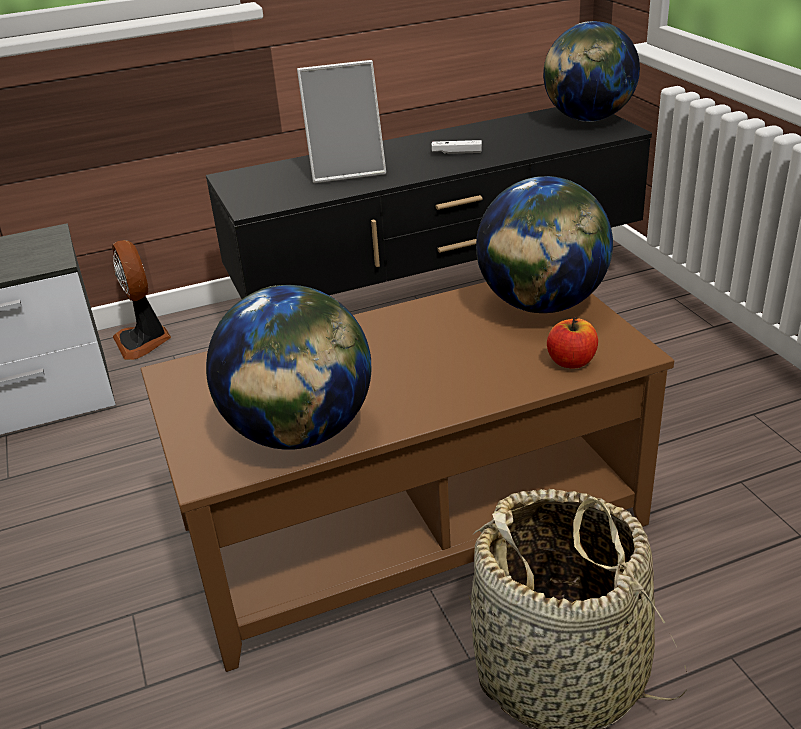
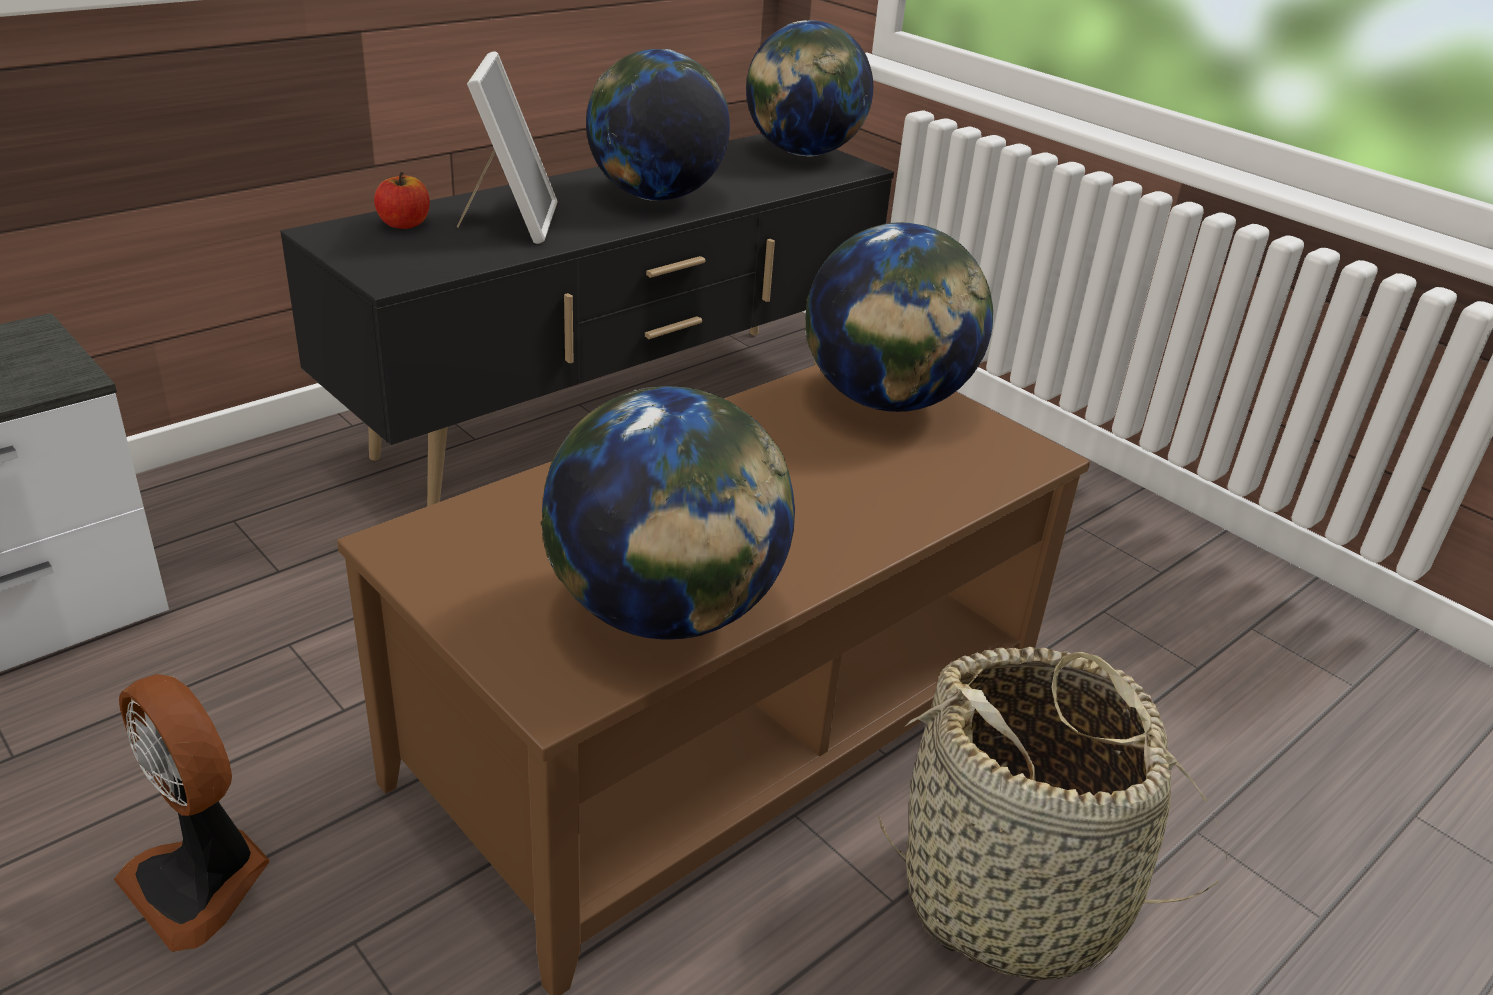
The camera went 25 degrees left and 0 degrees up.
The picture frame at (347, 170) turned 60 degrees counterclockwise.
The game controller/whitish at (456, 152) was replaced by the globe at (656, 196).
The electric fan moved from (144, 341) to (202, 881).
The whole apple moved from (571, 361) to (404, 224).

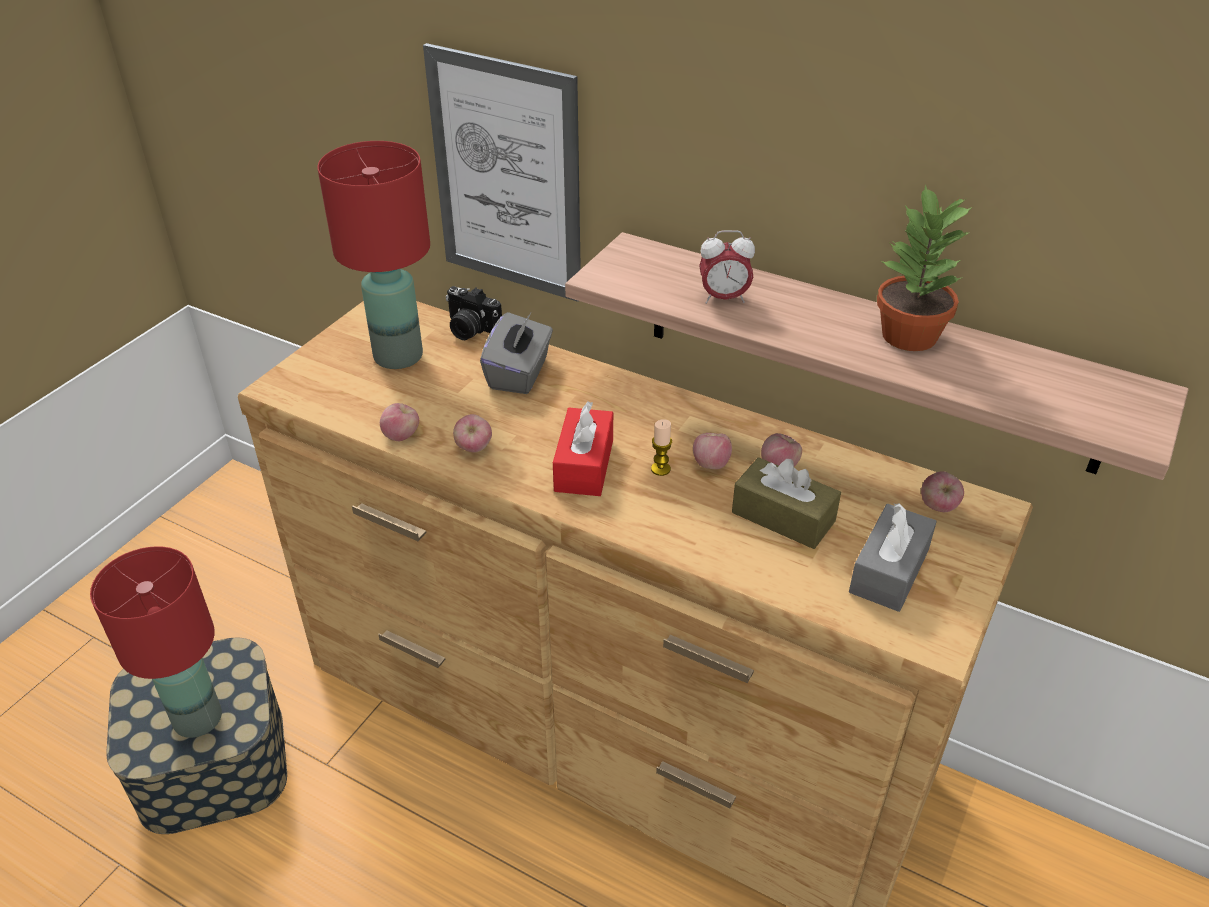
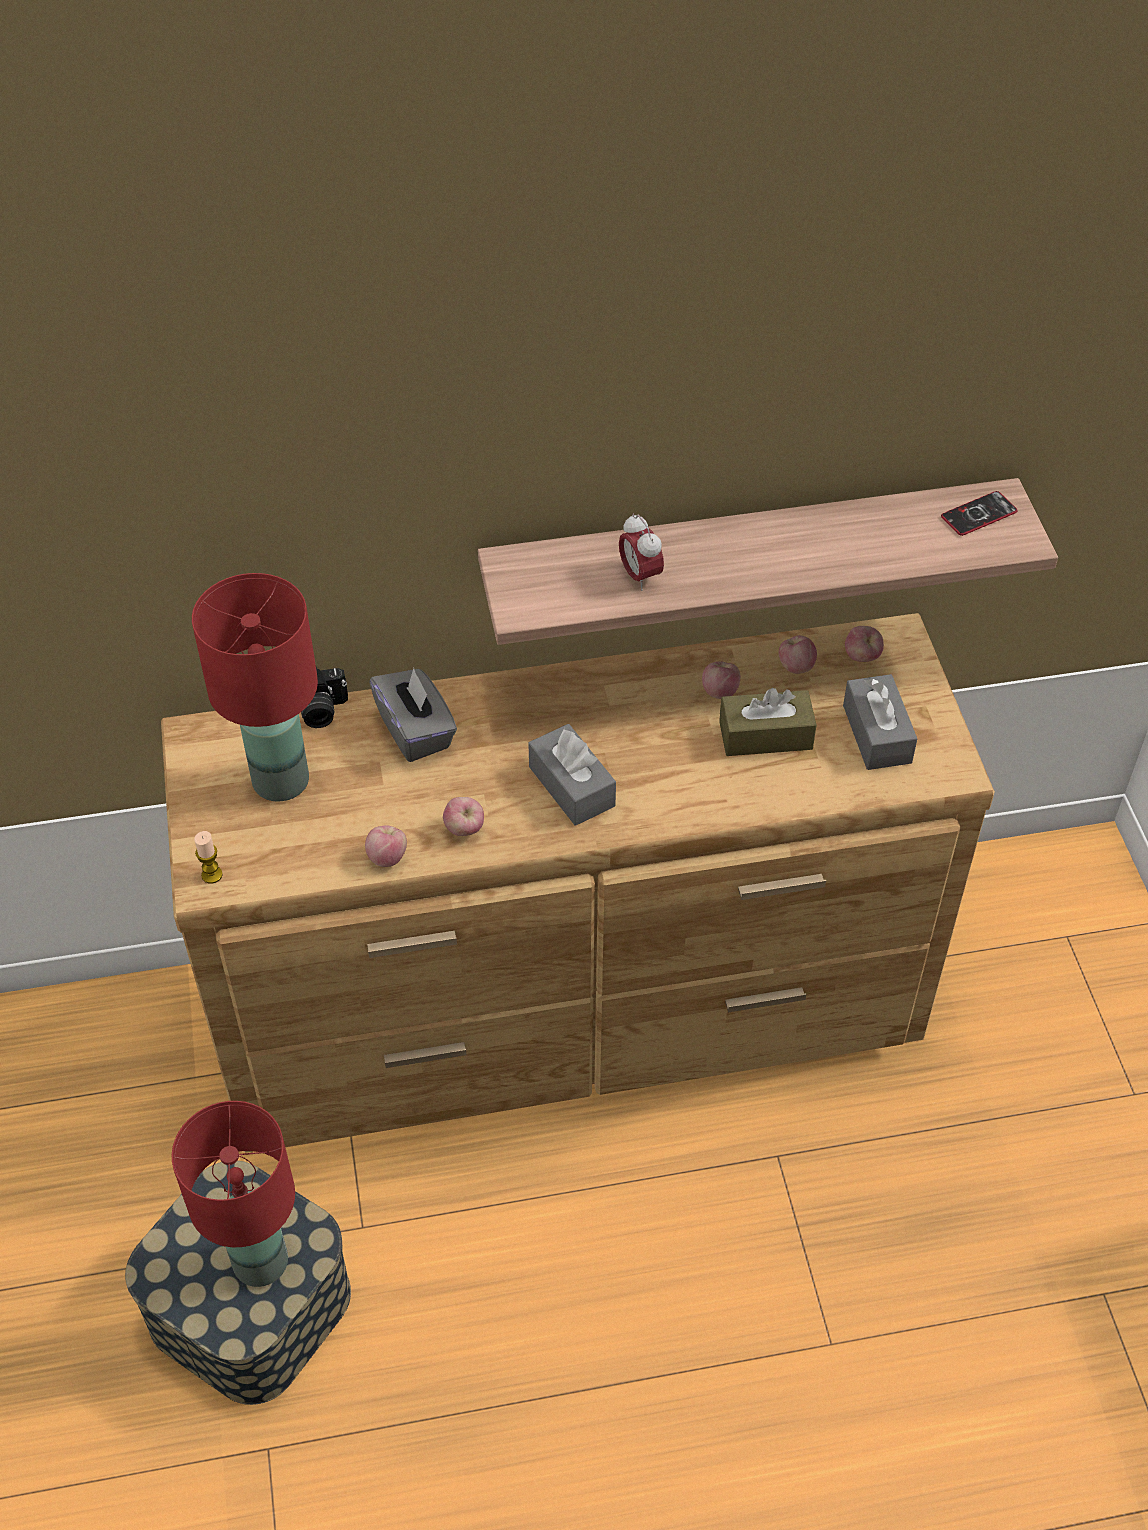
The camera went 40 degrees left and 10 degrees up.
The wall art at (507, 176) disappeared.
The plant in a pot at (909, 336) disappeared.
The table clock at (723, 298) turned 105 degrees clockwise.
The box of tissues/red at (584, 465) became the box of tissues/gray at (571, 786).
The wax light moved from (660, 469) to (212, 875).
The whole apple moved from (711, 464) to (795, 667).
The phone at (978, 514) appeared.

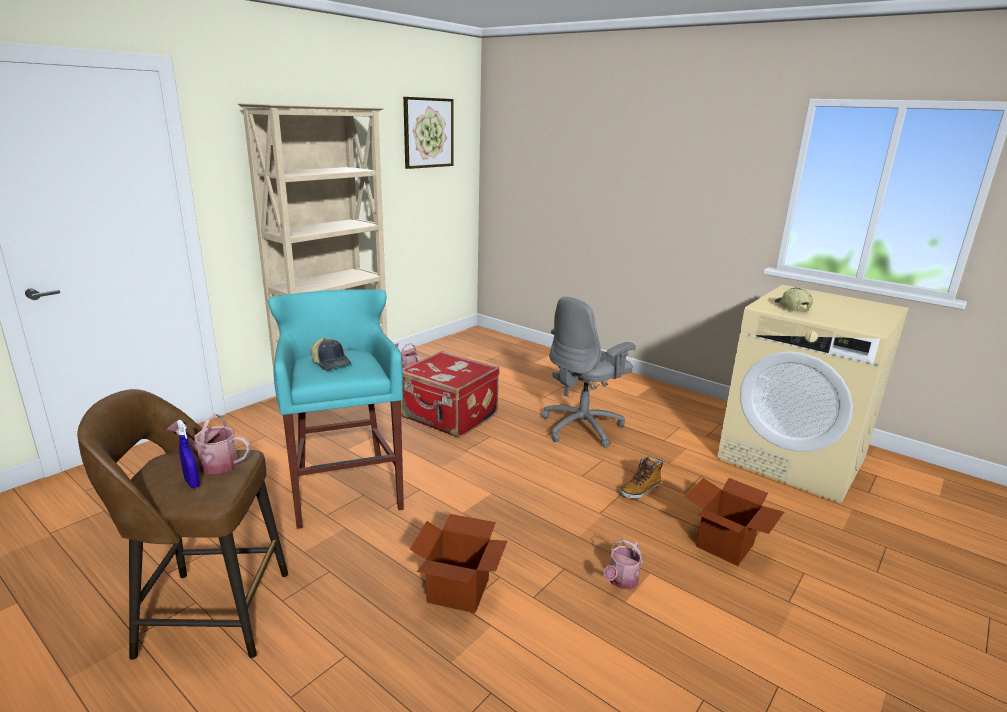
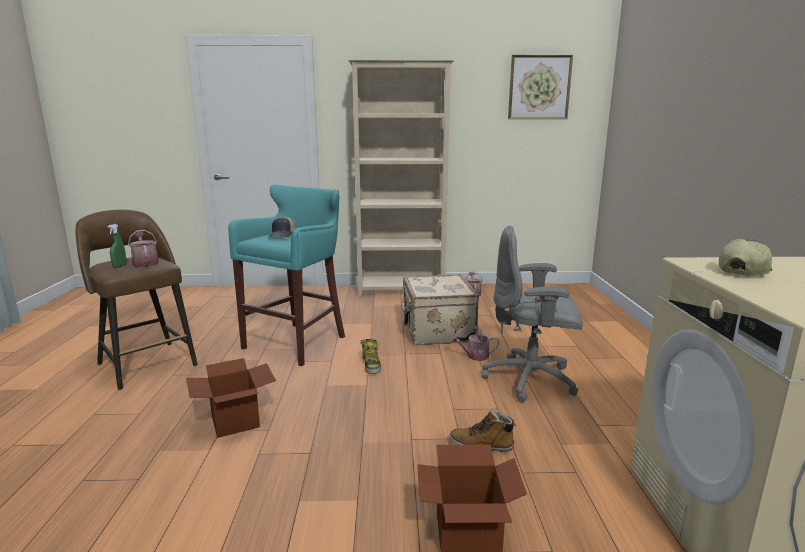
The camera went 50 degrees right and 5 degrees down.
The suitcase/red at (449, 417) became the suitcase/sand-coloured at (436, 331).
The sprayer/blue-coloured at (192, 483) became the sprayer/greenish at (119, 266).
The sprinkling can moved from (621, 581) to (474, 356).
The high-top boot at (371, 365) appeared.

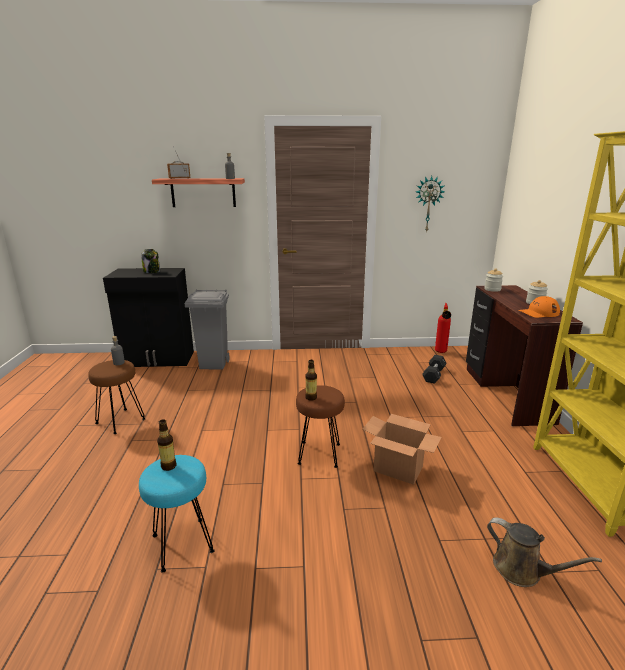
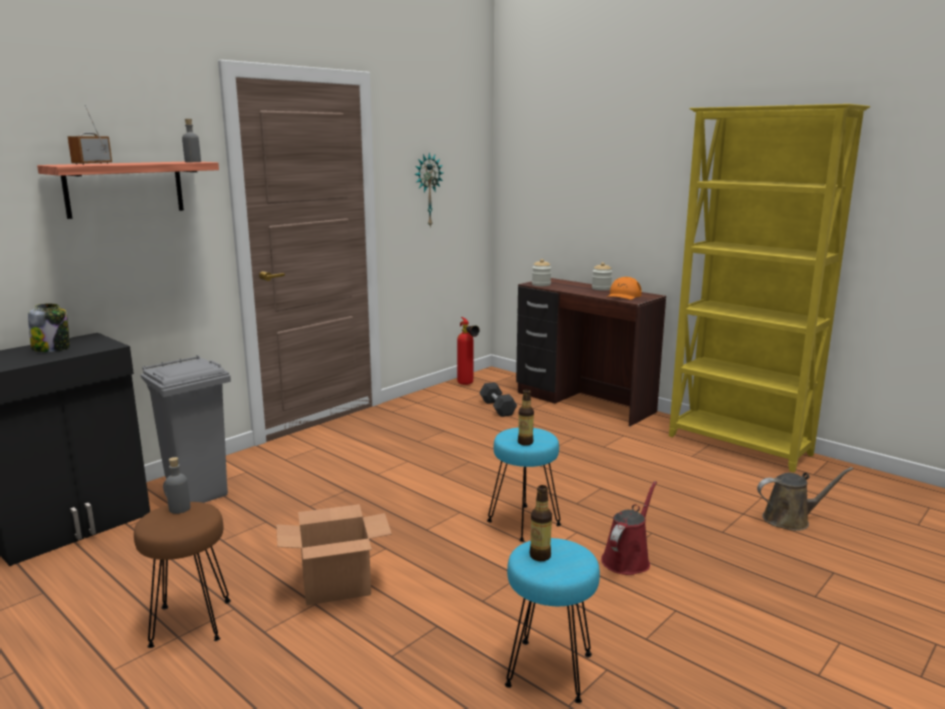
The camera went 45 degrees left and 5 degrees down.
The stool seat/brown-coloured at (320, 454) became the stool seat/turquoise-coloured at (524, 523).
The cardboard box moved from (398, 469) to (337, 586).
The sprinkling can/red at (627, 559) appeared.

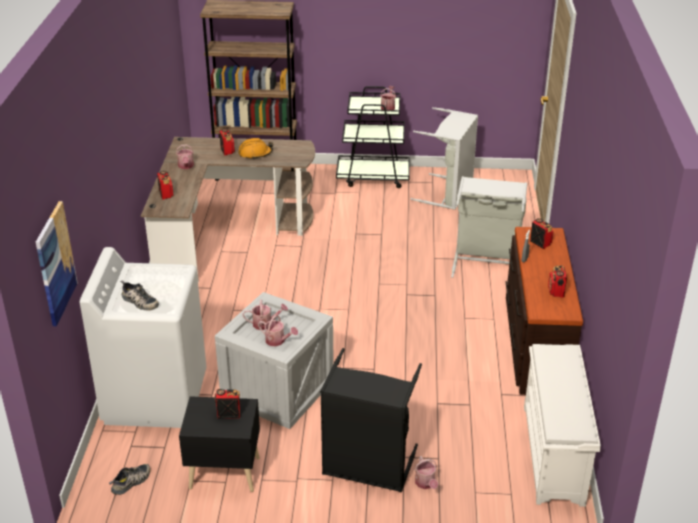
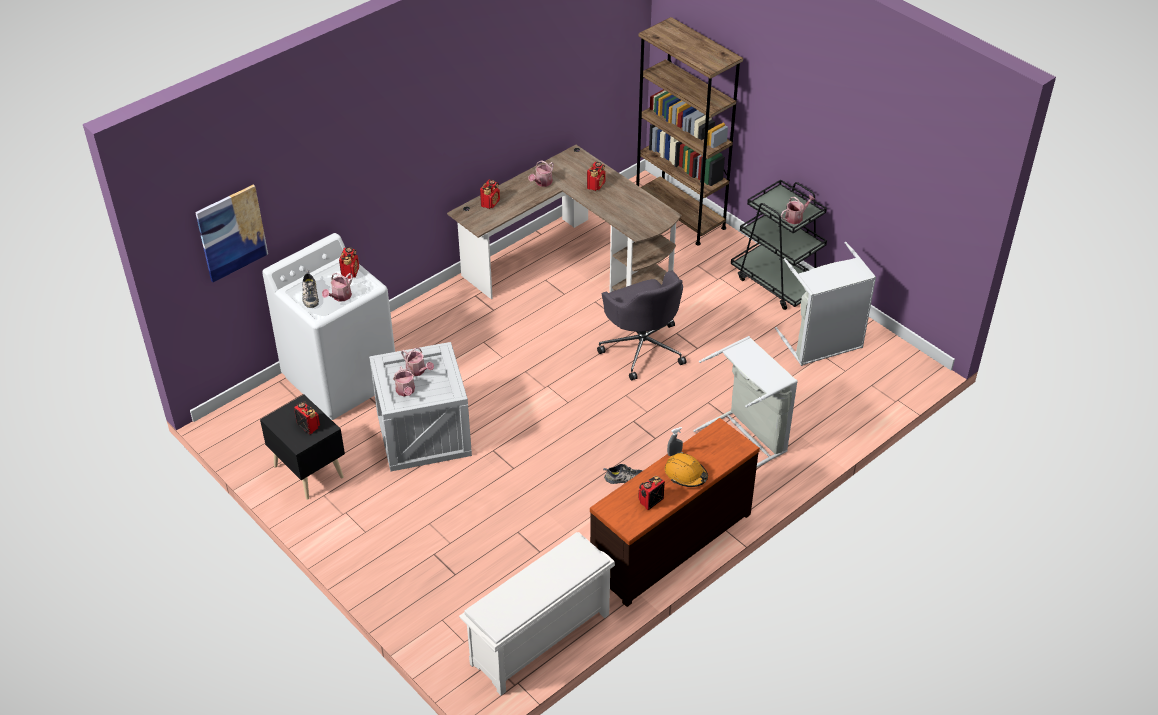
The camera went 45 degrees right and 10 degrees up.
The hard hat/orange-coloured moved from (255, 154) to (686, 474).
The radio set moved from (540, 243) to (350, 272).
The laundry basket/black-coloured at (367, 467) disappeared.
The sprinkling can moved from (426, 484) to (340, 297).
The low shoe moved from (131, 482) to (624, 479).
The computer chair/gray at (642, 348) appeared.

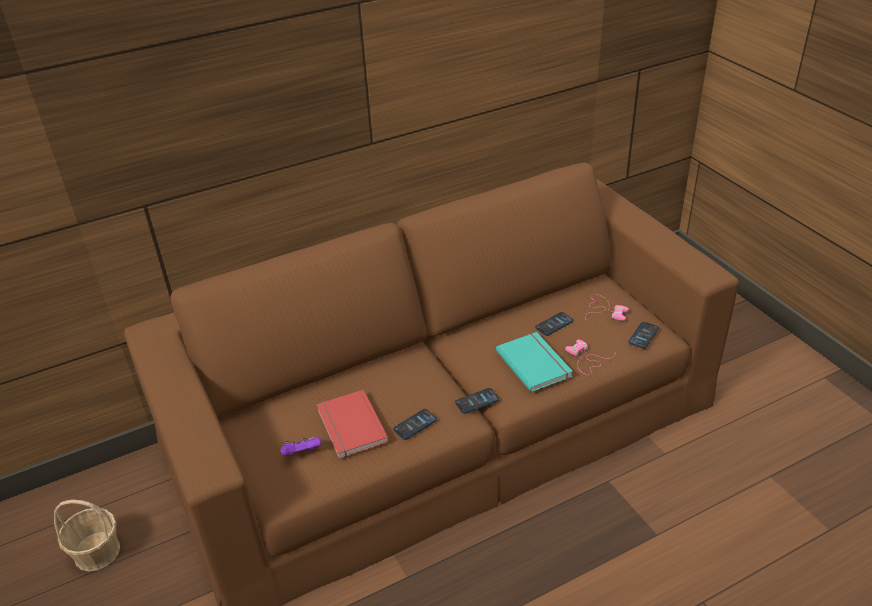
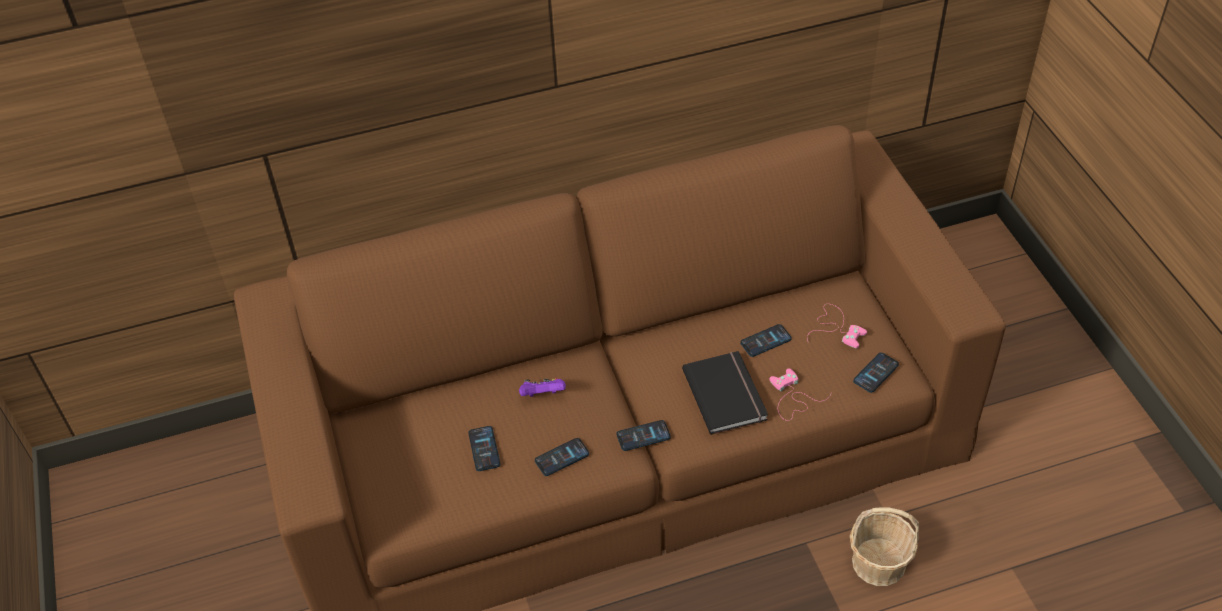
The camera went 10 degrees right and 10 degrees up.
The bound book/turquoise-coloured at (535, 363) became the bound book/black-coloured at (727, 394).
The bound book/red at (349, 426) was replaced by the phone at (484, 449).
The game controller/purplish moved from (302, 454) to (543, 395).
The storage basket moved from (97, 552) to (878, 562).

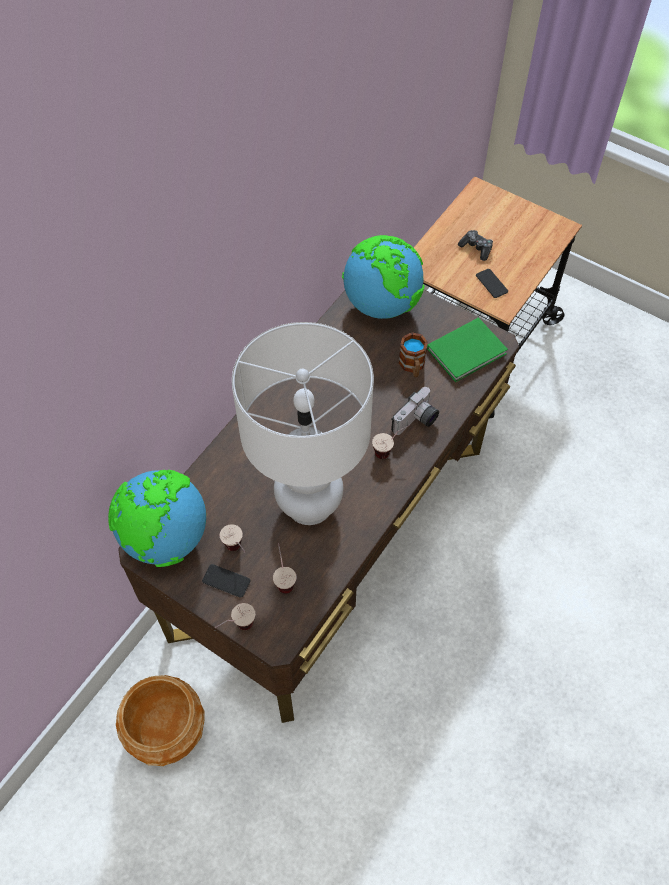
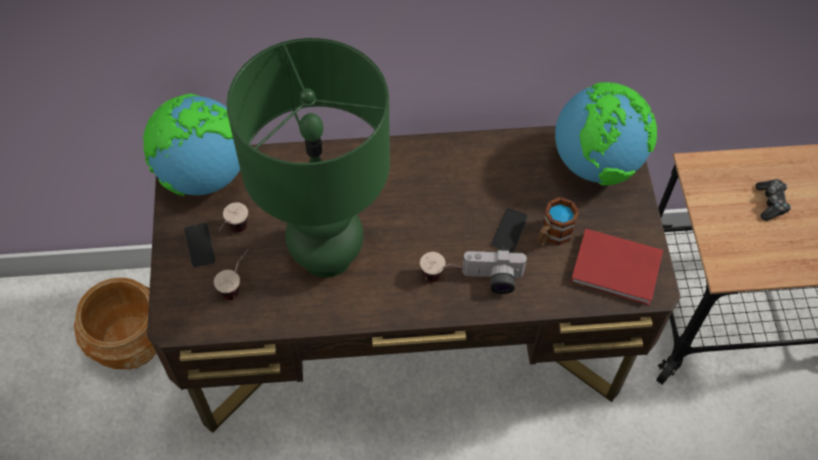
The camera went 50 degrees right and 0 degrees up.
The phone moved from (491, 284) to (509, 230).
The bound book/greenish at (468, 351) became the bound book/red at (618, 270).
The tabletop lamp/whitish at (309, 505) became the tabletop lamp/greenish at (325, 255).
The cup at (237, 628) disappeared.

